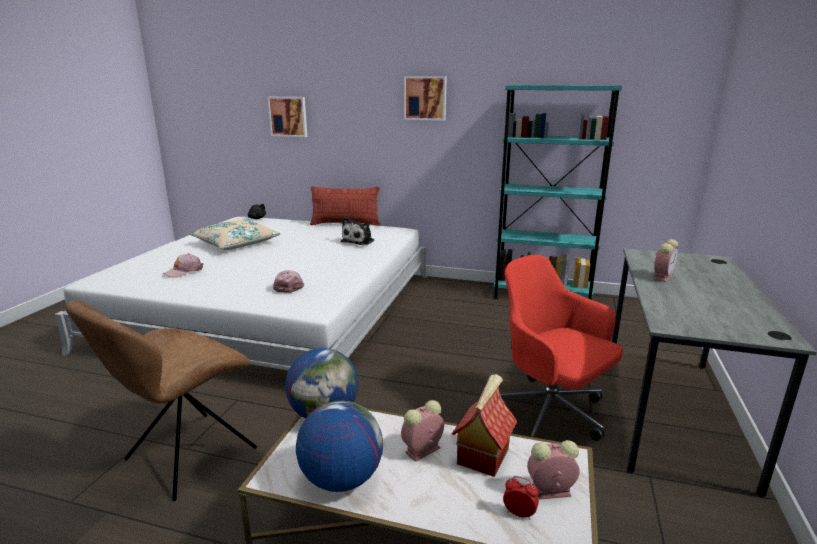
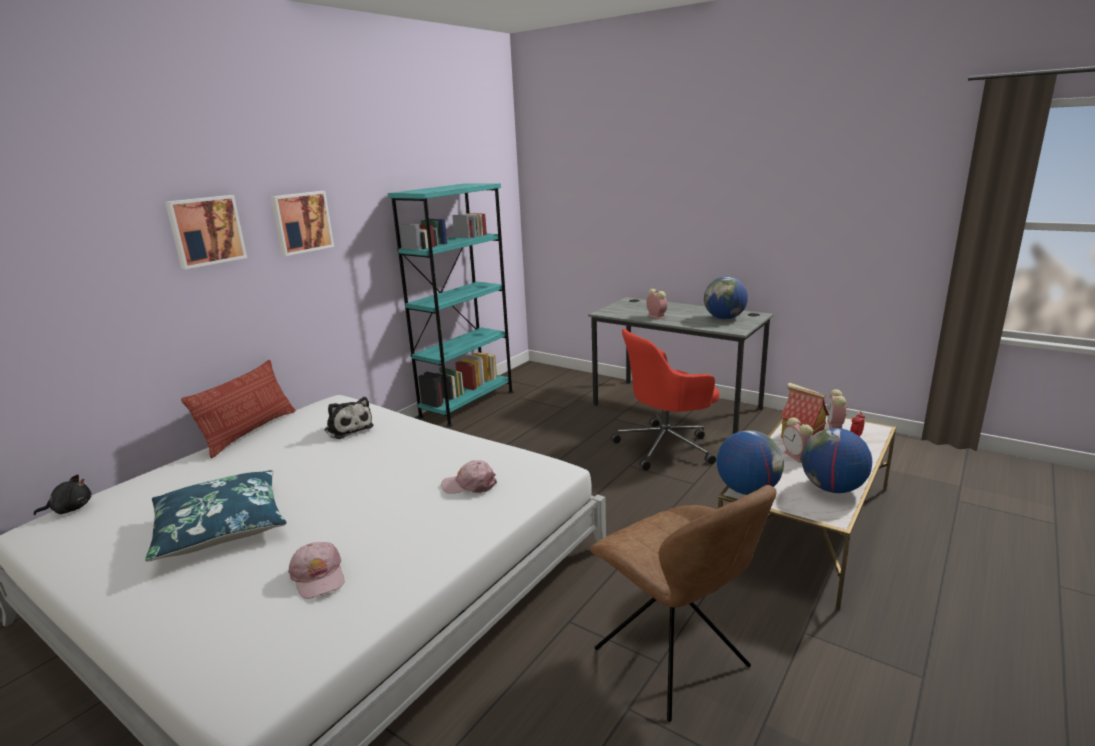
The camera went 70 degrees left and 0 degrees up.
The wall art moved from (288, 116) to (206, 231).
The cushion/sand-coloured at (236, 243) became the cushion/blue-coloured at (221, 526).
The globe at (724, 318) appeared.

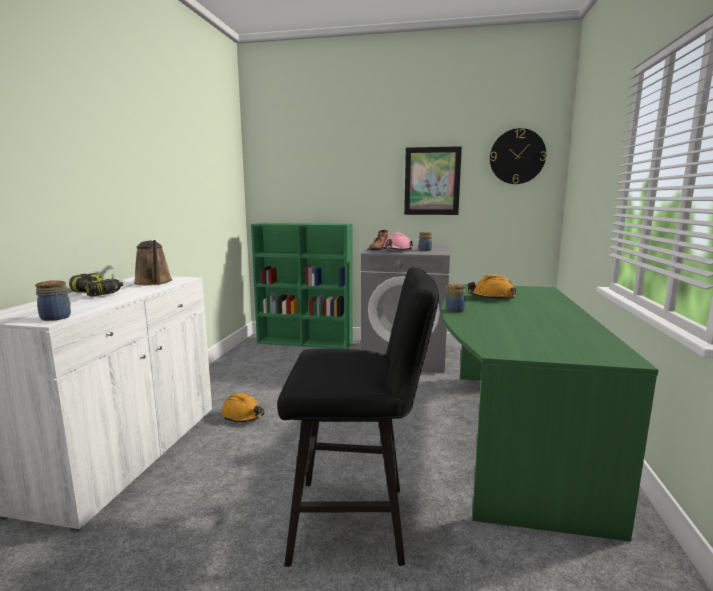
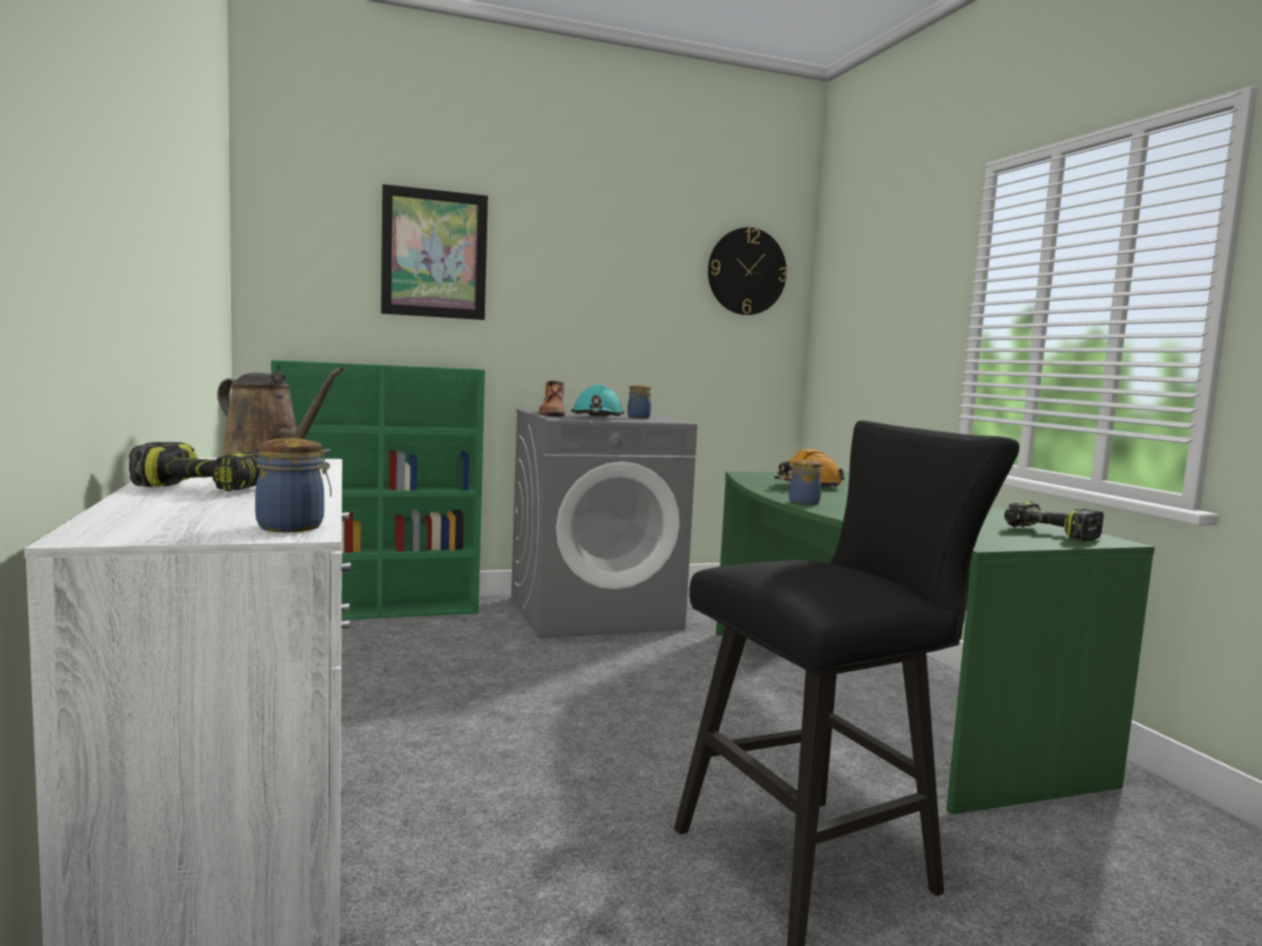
The camera went 30 degrees left and 5 degrees down.
The wall art moved from (432, 181) to (434, 254).
The hard hat/pink-coloured at (396, 251) became the hard hat/turquoise-coloured at (597, 417).
The hard hat/orange-coloured at (243, 416) disappeared.
The drill at (1048, 534) appeared.

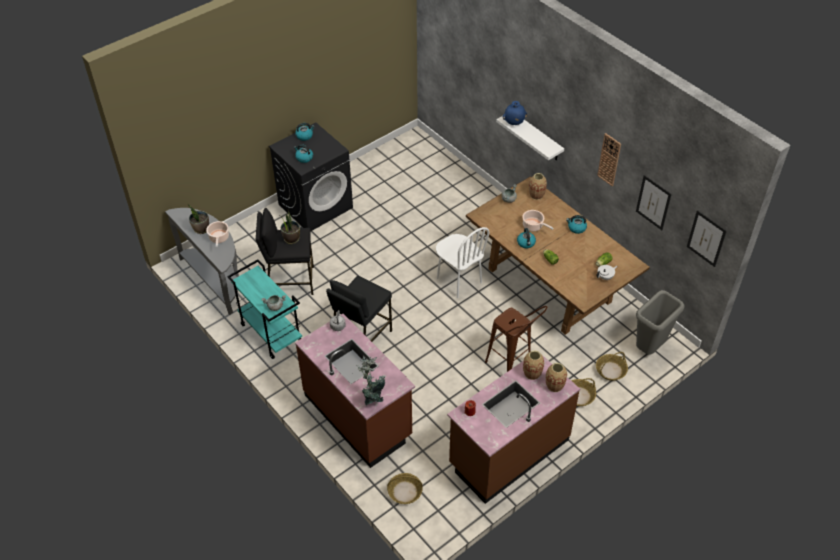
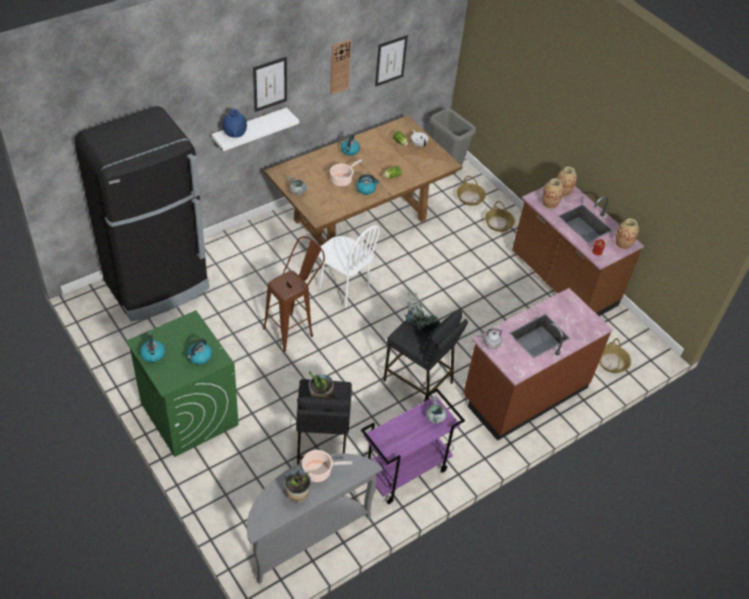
The camera went 90 degrees left and 0 degrees up.
The laundry machine/black-coloured at (316, 205) became the laundry machine/greenish at (188, 414).
The vase moved from (536, 195) to (623, 244).
The wall art moved from (706, 238) to (270, 84).
The chair/whitish at (458, 280) turned 75 degrees clockwise.
The trolley/turquoise-coloured at (270, 333) became the trolley/purplish at (404, 472).
The stool seat/brown-coloured moved from (513, 366) to (294, 329).
The plant in a pot moved from (373, 397) to (418, 329).
The fridge/black-coloured at (158, 285) appeared.

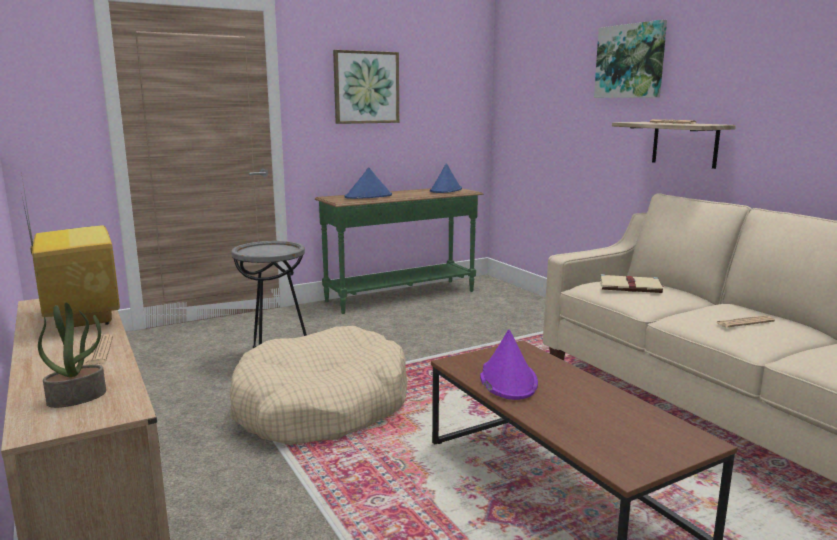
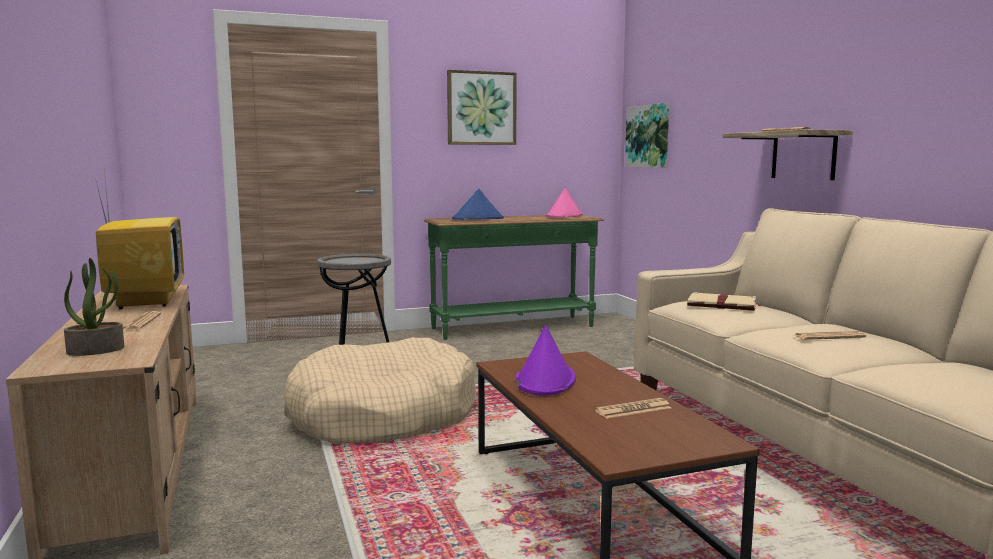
The camera went 10 degrees right and 5 degrees down.
The wall art moved from (630, 61) to (648, 136).
The clothing hat/blue-coloured at (446, 190) became the clothing hat/pink-coloured at (564, 216).
The printed paper at (633, 409) appeared.

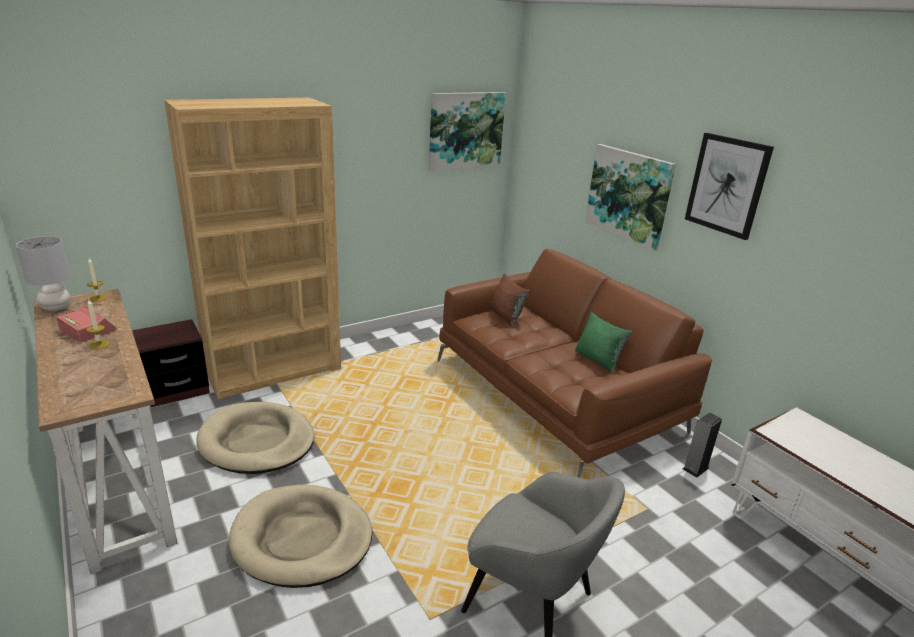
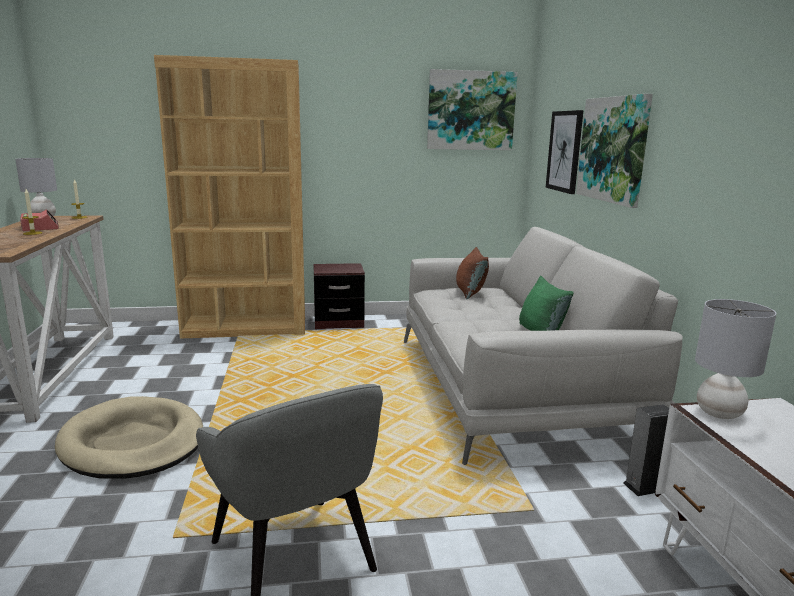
The camera went 25 degrees right and 10 degrees down.
The wall art moved from (727, 185) to (565, 151).
The sofa/brown-coloured at (555, 396) became the sofa/gray at (511, 388).
The nightstand/brown-coloured moved from (176, 390) to (338, 322).
The pet bed/sand-coloured at (257, 442) disappeared.
The tabletop lamp/gray at (719, 413) appeared.

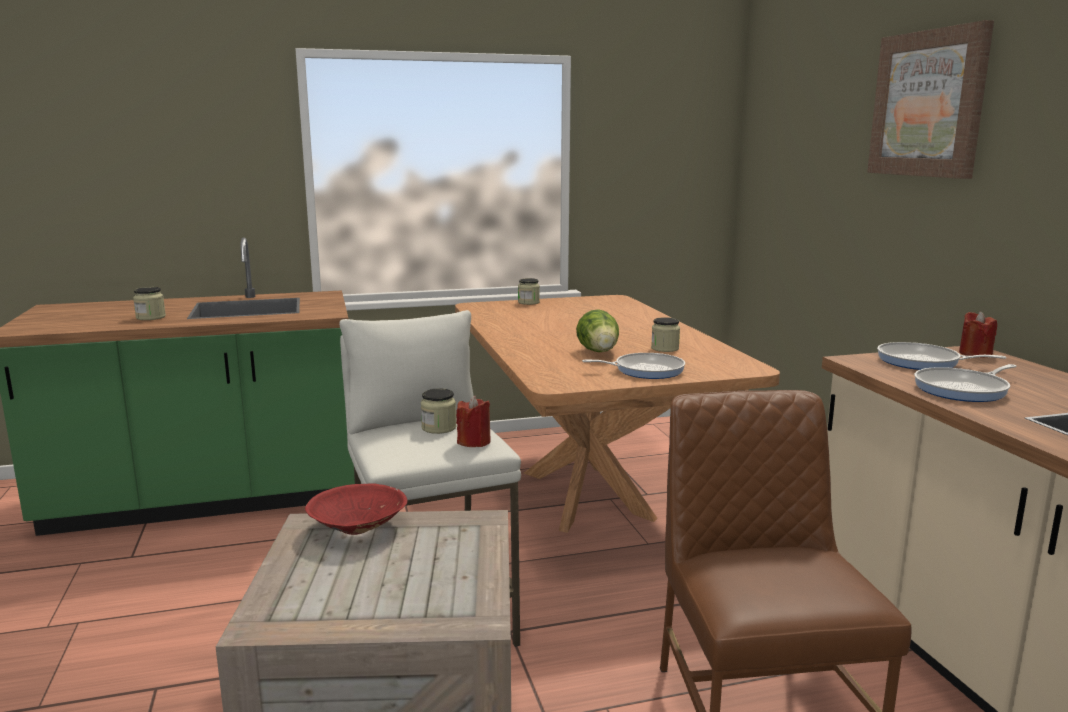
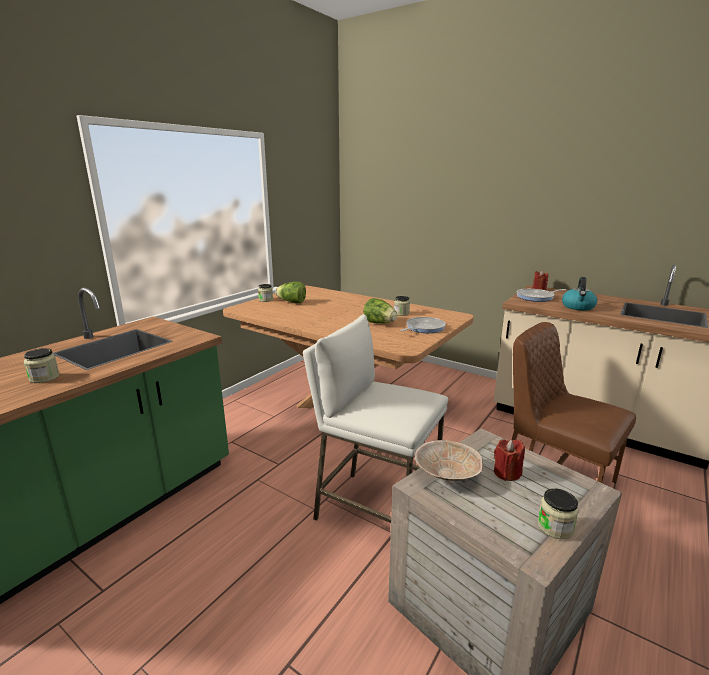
The camera went 40 degrees left and 5 degrees up.
The wall art at (928, 104) disappeared.
The frying pan at (964, 390) was replaced by the tea kettle at (578, 307).
The preserve jar moved from (439, 428) to (555, 527).
The wax light/red moved from (474, 442) to (507, 473).
The deep dish/red at (359, 528) became the deep dish/sand-coloured at (446, 473).
The lettuce head at (292, 302) appeared.

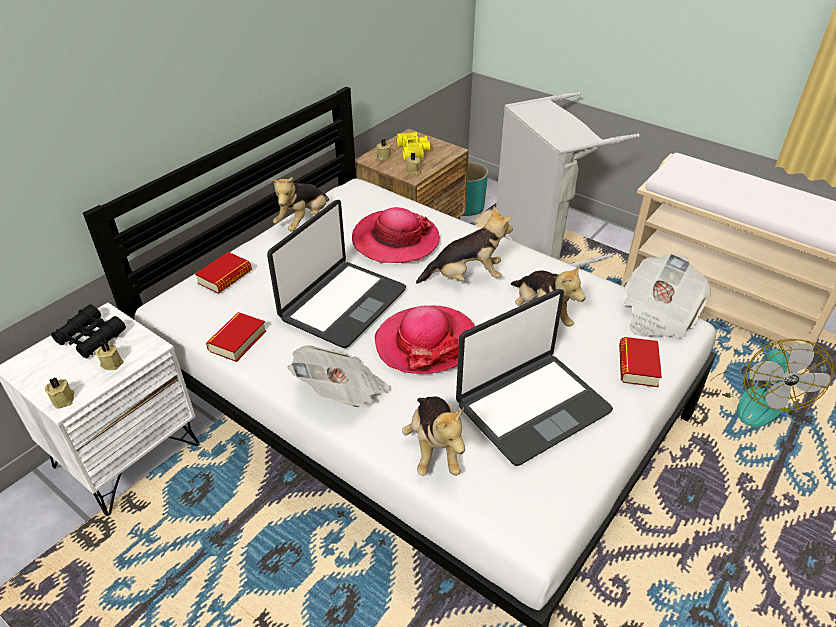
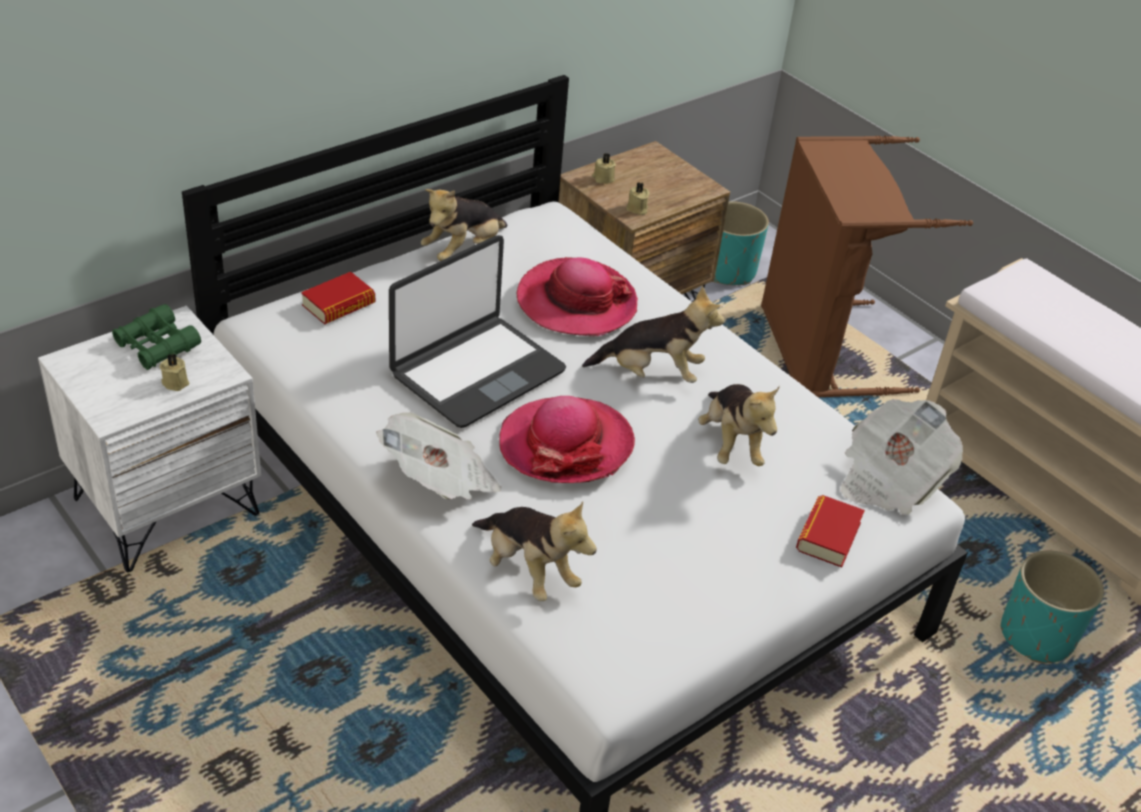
The camera went 10 degrees right and 0 degrees up.
The laundry basket/gray at (540, 244) became the laundry basket/brown-coloured at (818, 350).
The pair of binoculars/yellowish at (414, 151) disappeared.
The portable computer at (531, 407) disappeared.
The pair of binoculars/black-coloured at (91, 338) became the pair of binoculars/greenish at (157, 346).
The bound book at (237, 341) disappeared.
The electric fan at (755, 398) was replaced by the planter/turquoise-coloured at (1036, 636).
The wax light/sand-coloured at (64, 399) disappeared.
The plush toy at (434, 448) turned 45 degrees counterclockwise.

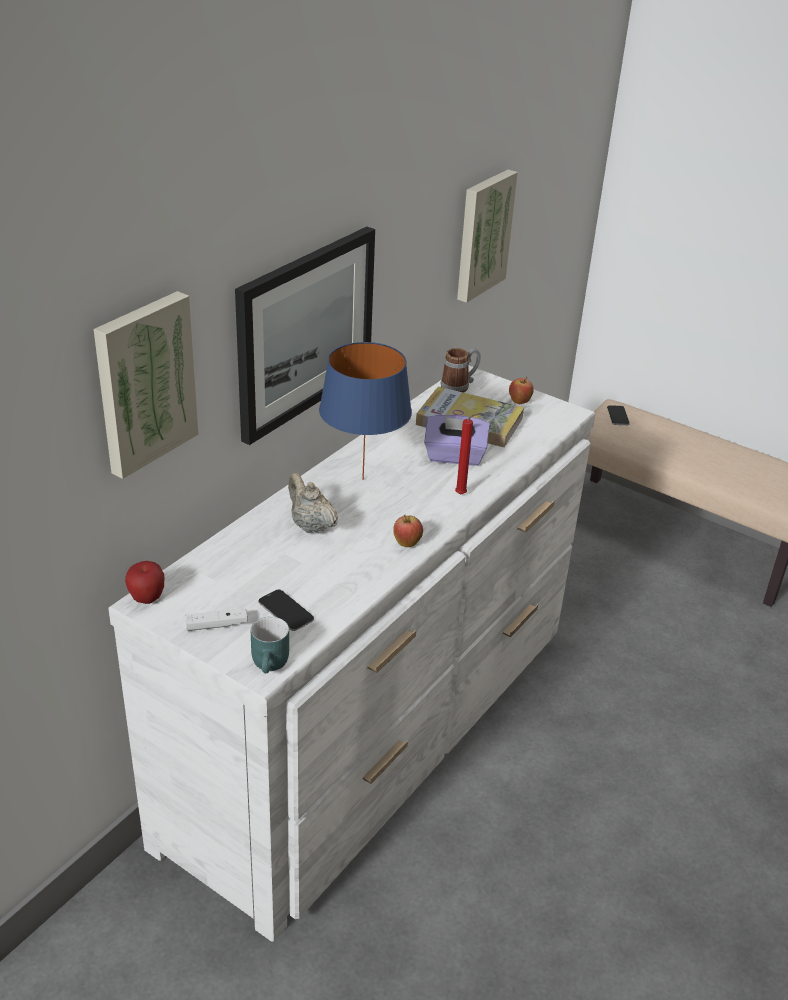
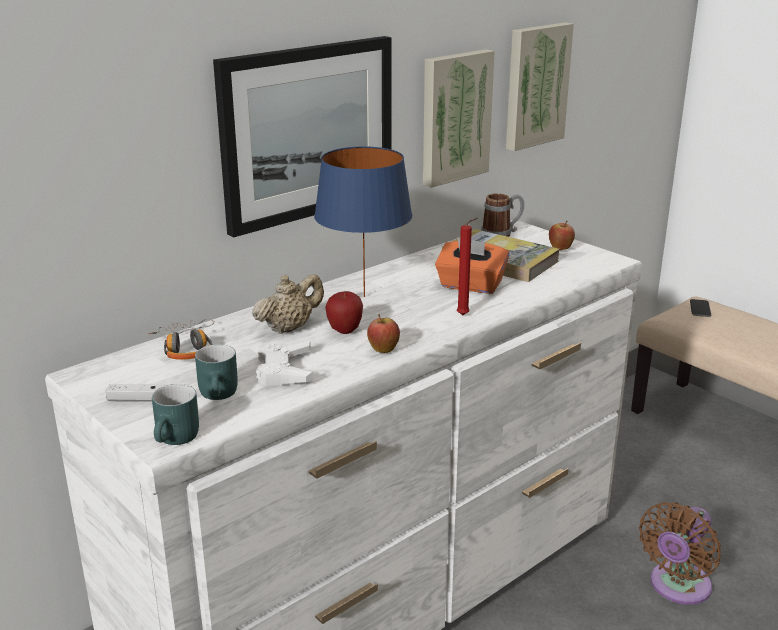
The camera went 15 degrees right and 10 degrees down.
The wall art moved from (144, 383) to (454, 117).
The box of tissues/purplish at (454, 456) became the box of tissues/orange-coloured at (470, 285).
The pot for tea/sand-coloured at (310, 526) turned 75 degrees clockwise.
The whole apple moved from (147, 599) to (345, 331).
The phone at (286, 611) was replaced by the mug/turquoise-coloured at (221, 395).
The pair of headphones at (186, 348) appeared.
The game controller/whitish at (284, 370) appeared.
The electric fan/brown-coloured at (677, 587) appeared.

